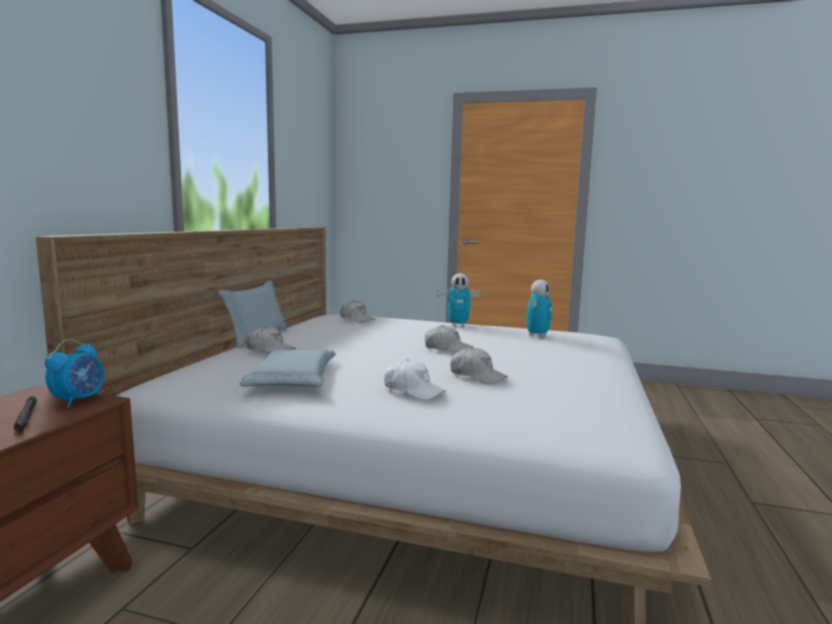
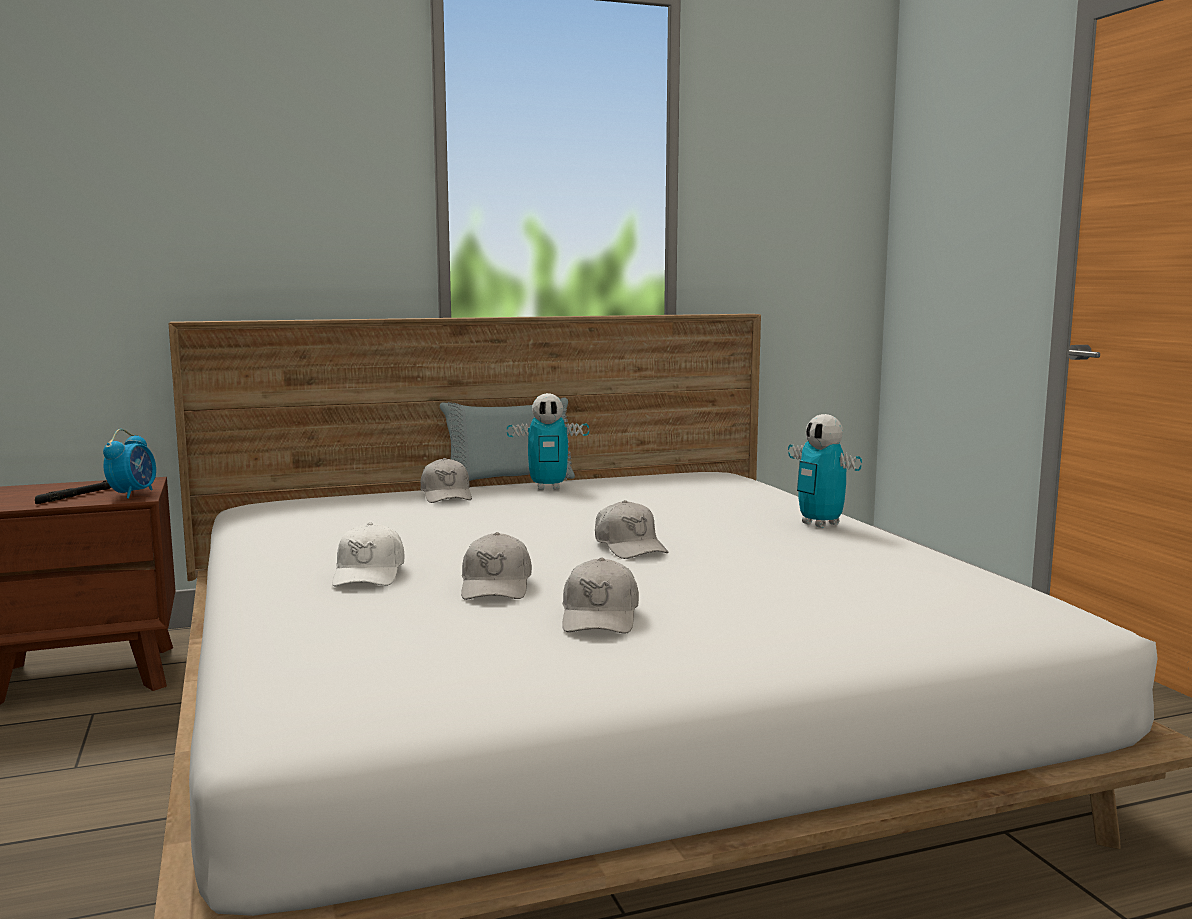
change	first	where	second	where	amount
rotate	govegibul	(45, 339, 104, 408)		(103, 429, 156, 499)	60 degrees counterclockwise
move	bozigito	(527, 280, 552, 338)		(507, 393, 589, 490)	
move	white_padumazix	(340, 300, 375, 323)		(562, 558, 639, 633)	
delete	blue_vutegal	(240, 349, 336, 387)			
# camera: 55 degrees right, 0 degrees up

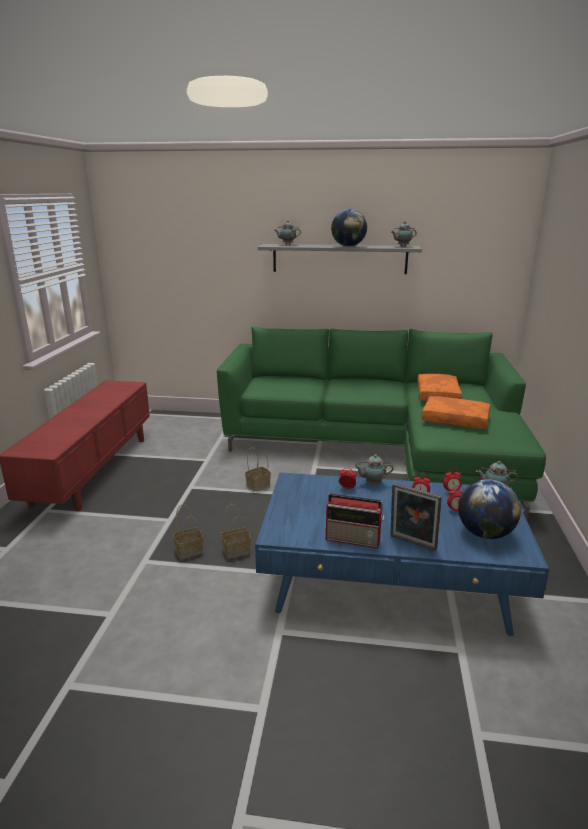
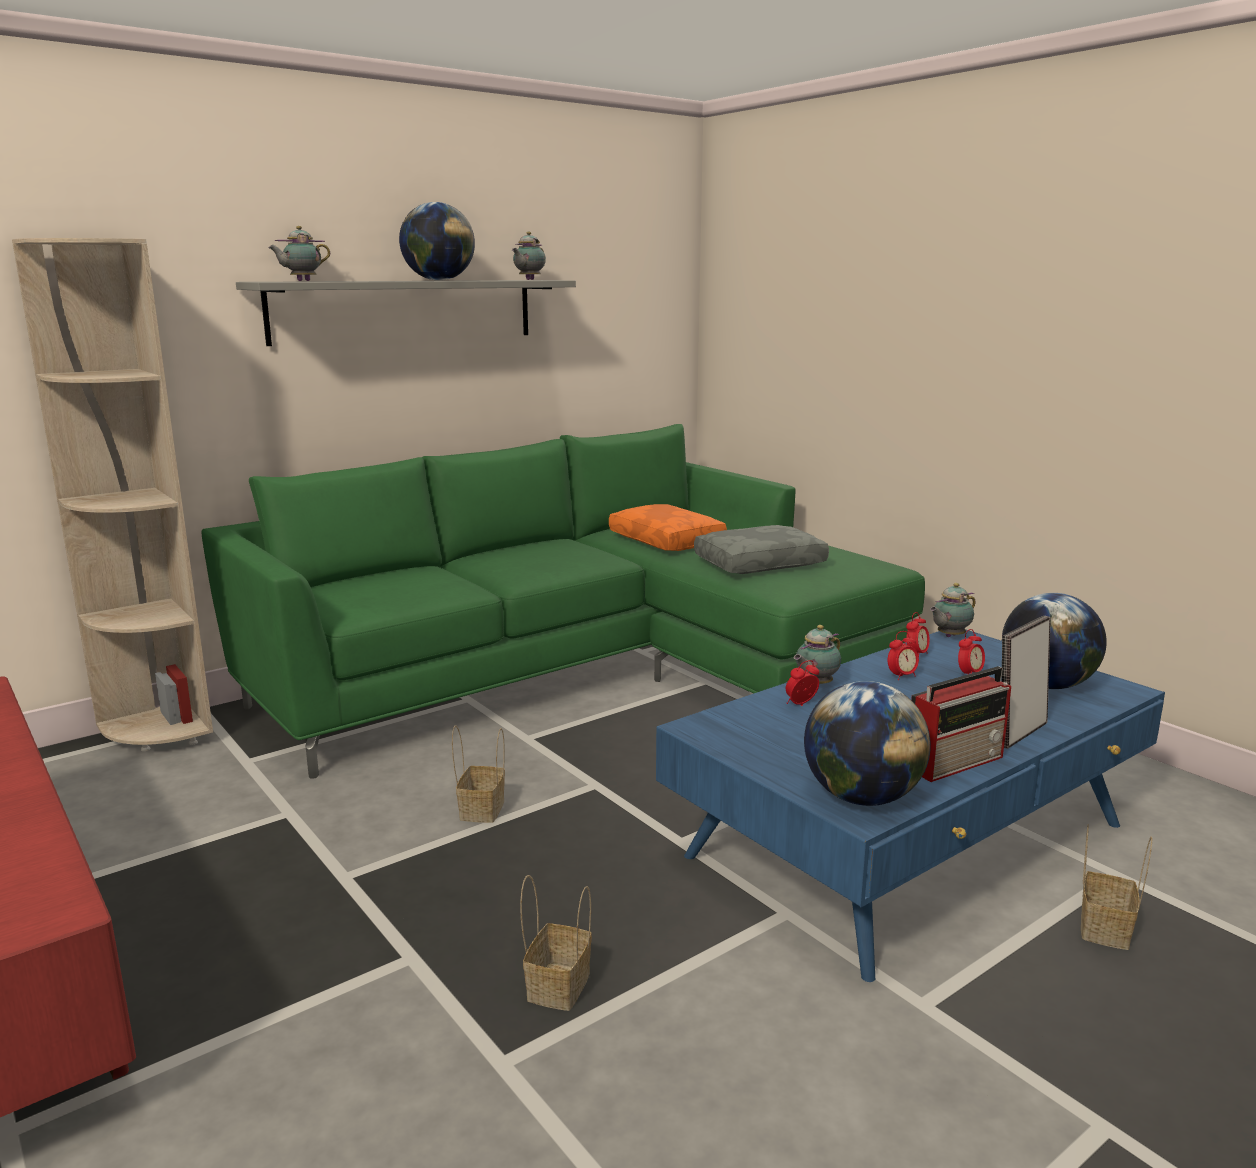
change	first	where	second	where	amount
insert			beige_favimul	(12, 238, 213, 751)	
recolor	orange_vutegal	(421, 396, 490, 429)	grey_vutegal	(694, 525, 829, 574)	
insert			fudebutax	(804, 681, 931, 806)	
rotate	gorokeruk	(390, 483, 442, 551)		(1002, 616, 1051, 749)	150 degrees clockwise
move	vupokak	(221, 504, 251, 559)		(1081, 824, 1152, 950)	
# camera: 45 degrees left, 5 degrees down

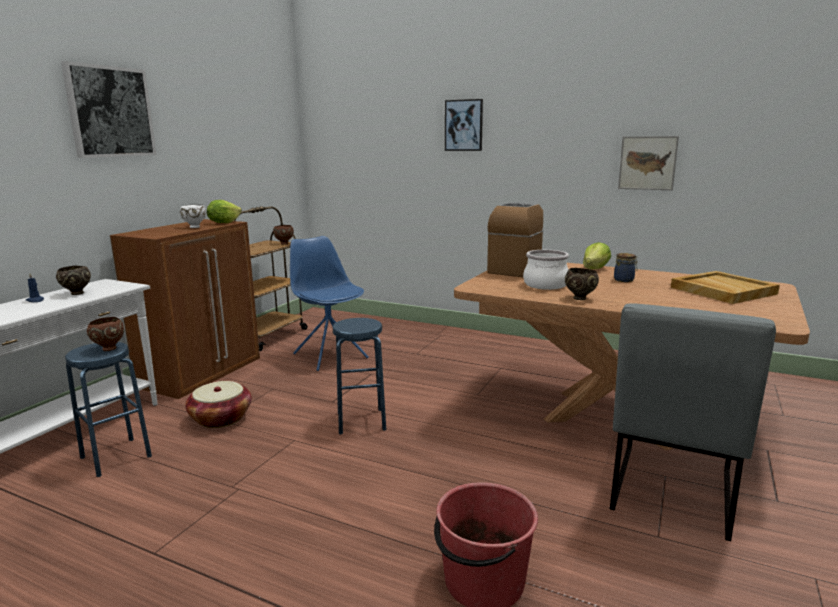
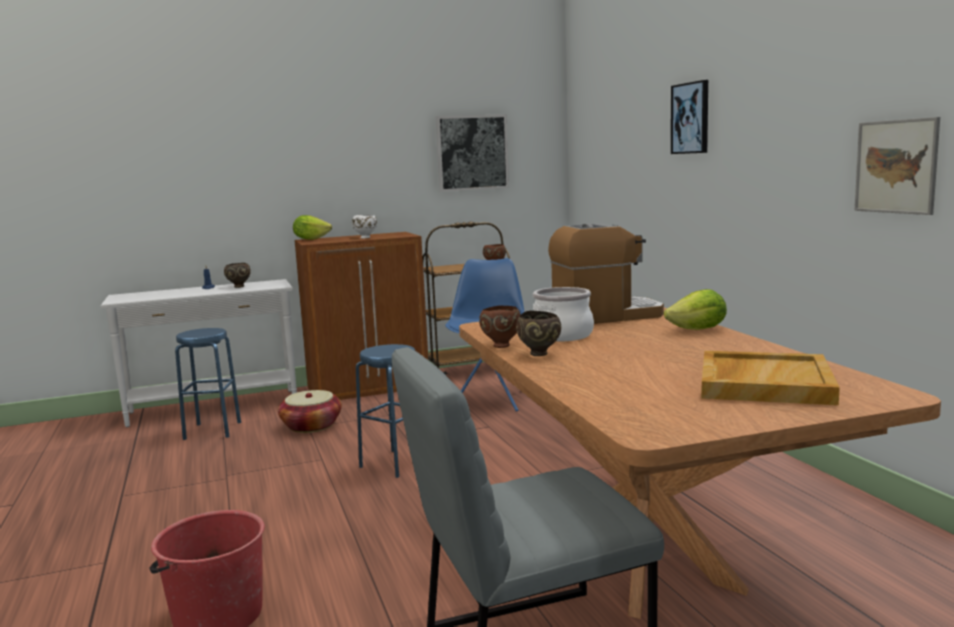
change	first	where	second	where	amount
move	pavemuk	(207, 200, 242, 223)		(293, 215, 332, 240)	
move	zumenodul	(61, 61, 157, 158)		(435, 114, 509, 192)	
move	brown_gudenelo	(87, 317, 124, 351)		(479, 306, 521, 348)	
delete	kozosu	(614, 253, 638, 282)			
# camera: 45 degrees right, 5 degrees down

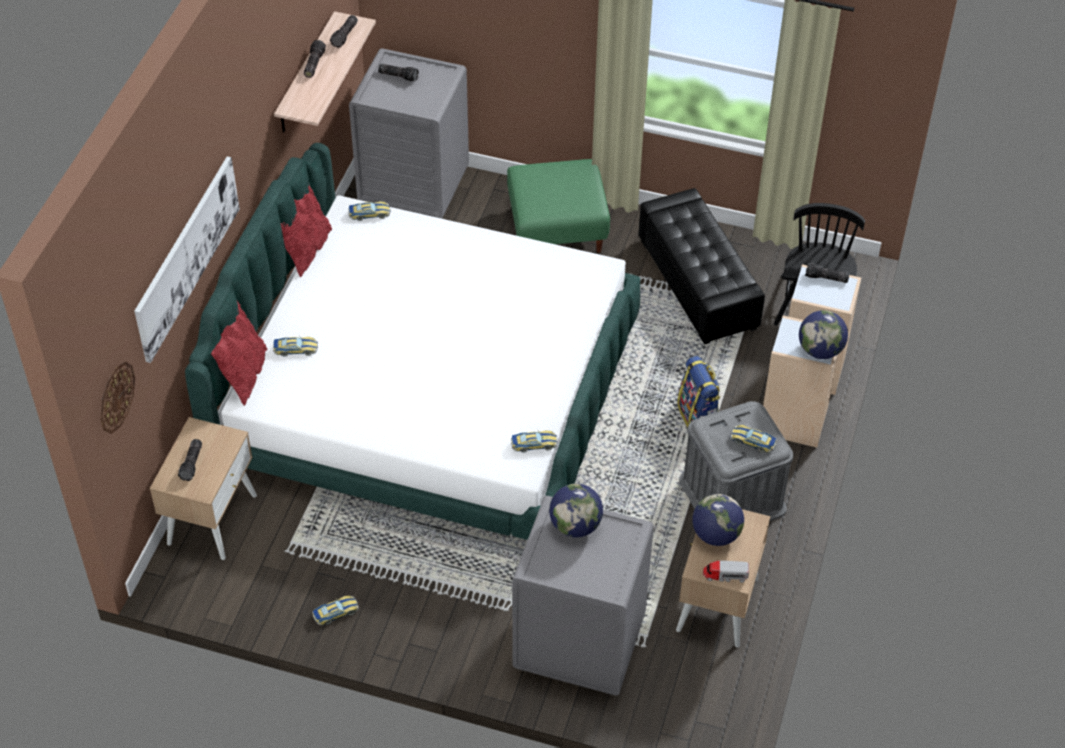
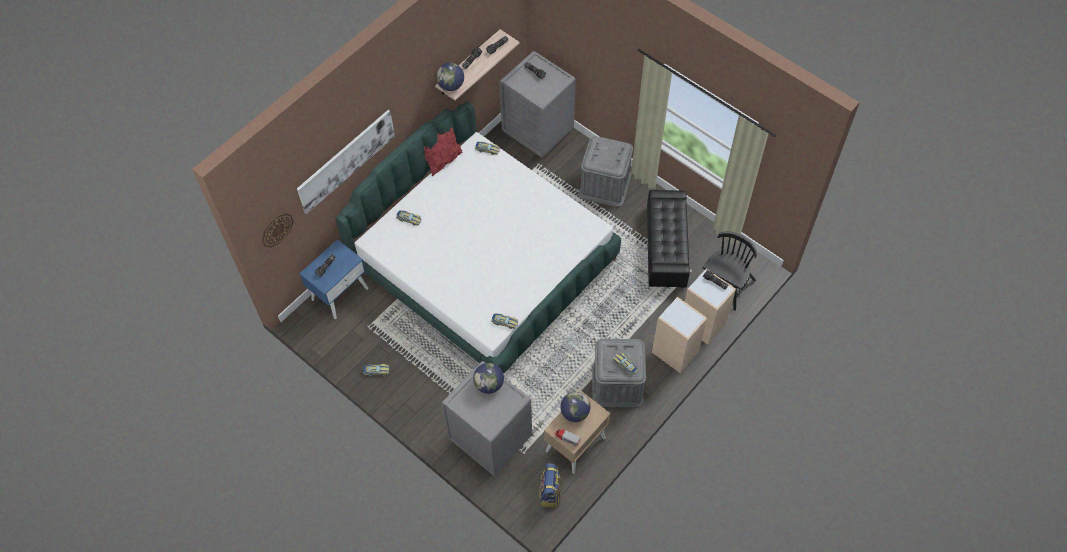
change	first	where	second	where	amount
recolor	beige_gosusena	(150, 417, 257, 560)	blue_gosusena	(299, 239, 369, 319)	
move	fudebutax	(799, 310, 848, 359)		(436, 63, 464, 91)	
move	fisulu	(677, 356, 721, 428)		(539, 463, 562, 508)	
replace	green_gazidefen	(507, 159, 610, 253)	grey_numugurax	(579, 136, 633, 207)	
delete	red_vutegal	(211, 301, 267, 406)			
# camera: 25 degrees right, 10 degrees up

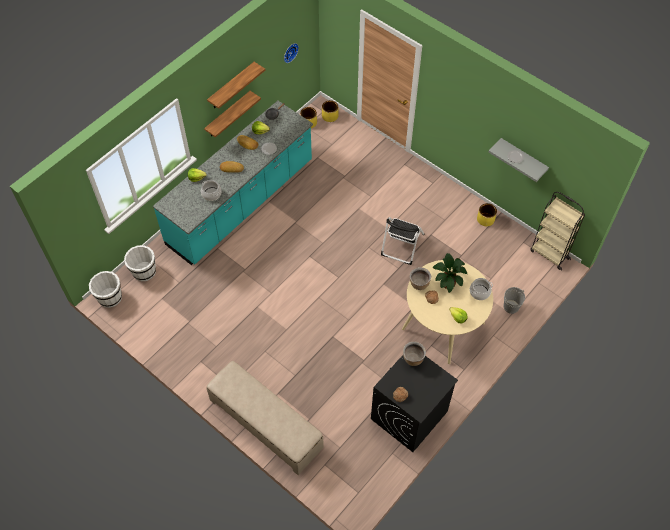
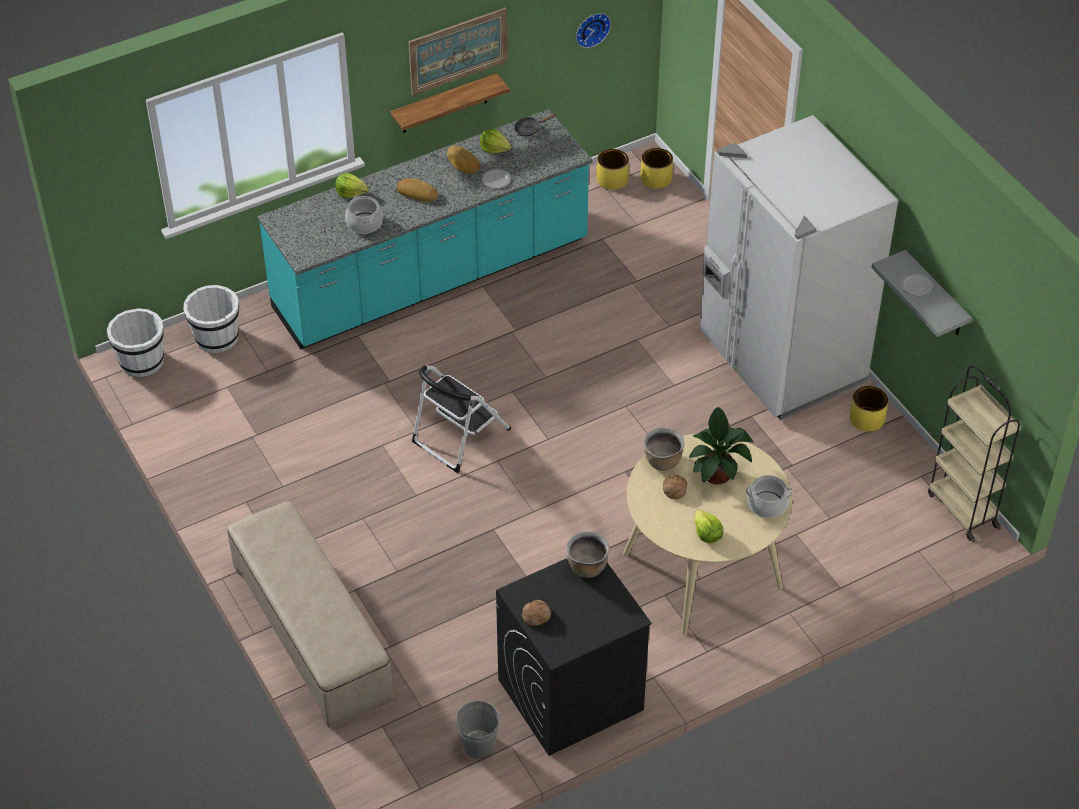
change	first	where	second	where	amount
replace	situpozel	(207, 62, 265, 109)	zumenodul	(408, 8, 508, 96)	
move	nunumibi	(381, 217, 425, 265)		(412, 365, 511, 473)	
move	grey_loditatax	(504, 287, 525, 314)		(452, 700, 502, 758)	
insert			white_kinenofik	(700, 115, 898, 421)	
# camera: 20 degrees right, 10 degrees down

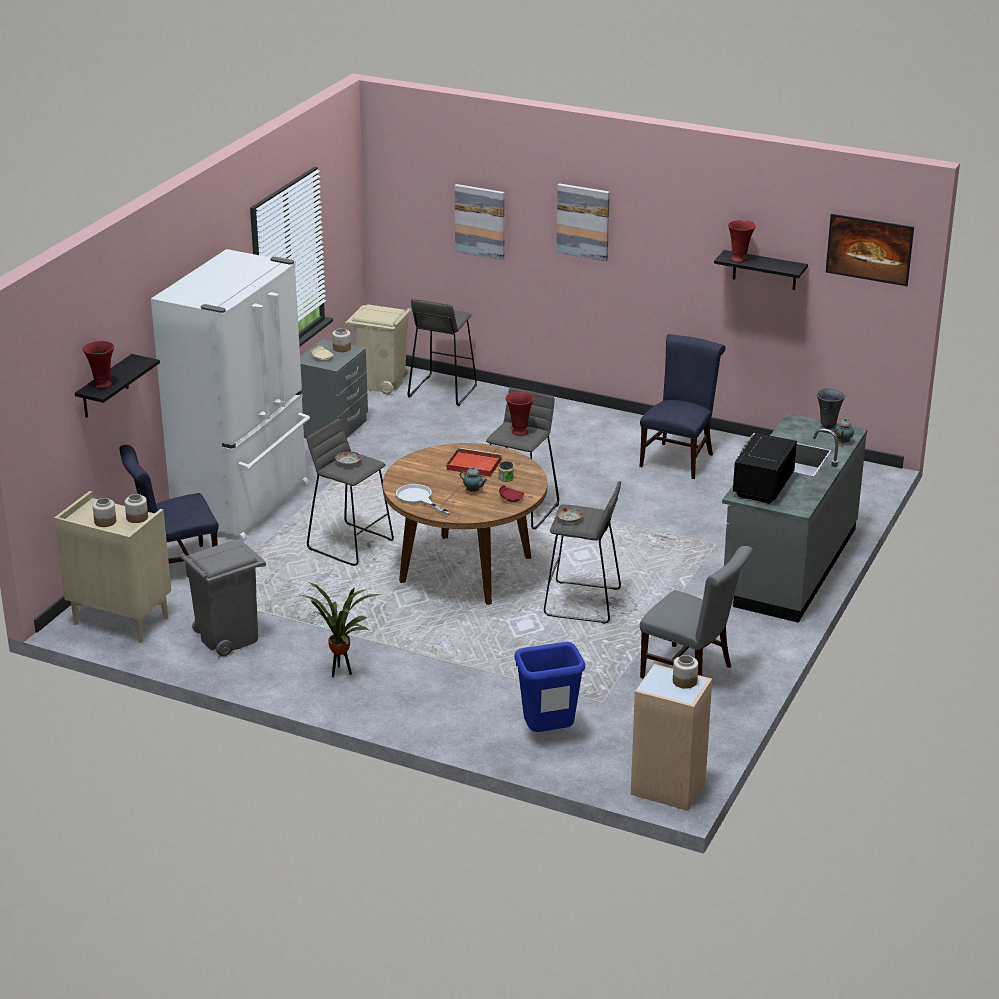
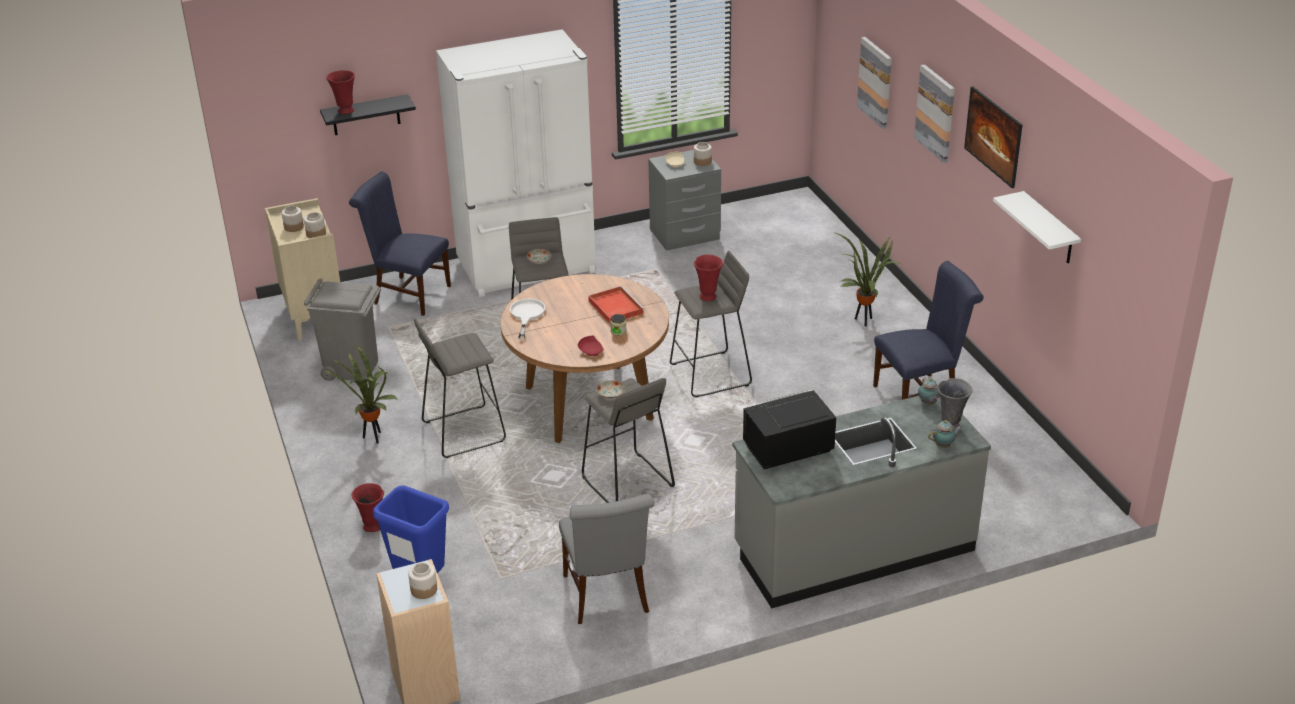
change	first	where	second	where	amount
move	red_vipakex	(728, 220, 756, 262)		(352, 483, 384, 532)	
move	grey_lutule	(408, 299, 477, 406)		(414, 318, 506, 458)	
insert			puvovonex	(833, 232, 901, 327)	
move	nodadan	(460, 467, 488, 492)		(918, 377, 940, 405)	
move	zumenodul	(826, 214, 914, 286)		(964, 86, 1022, 188)	
recolor	black_situpozel	(714, 250, 808, 290)	white_situpozel	(993, 191, 1081, 263)	
delete	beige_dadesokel	(345, 304, 411, 395)			
# camera: 45 degrees right, 5 degrees up

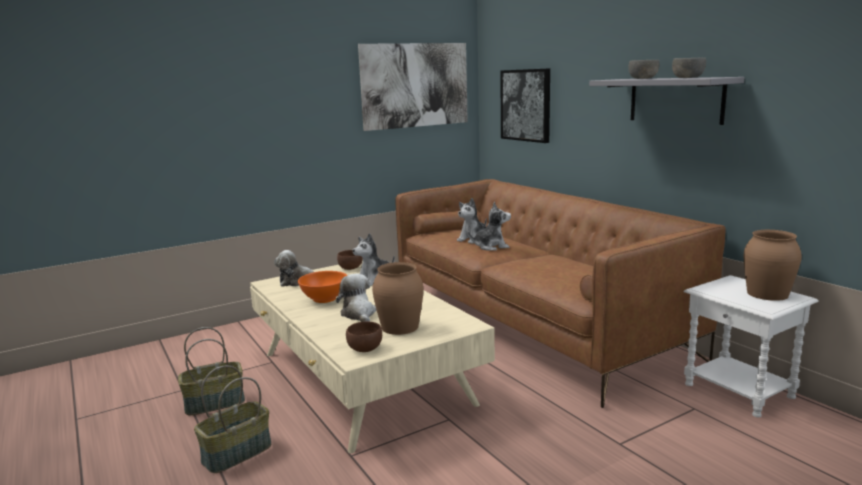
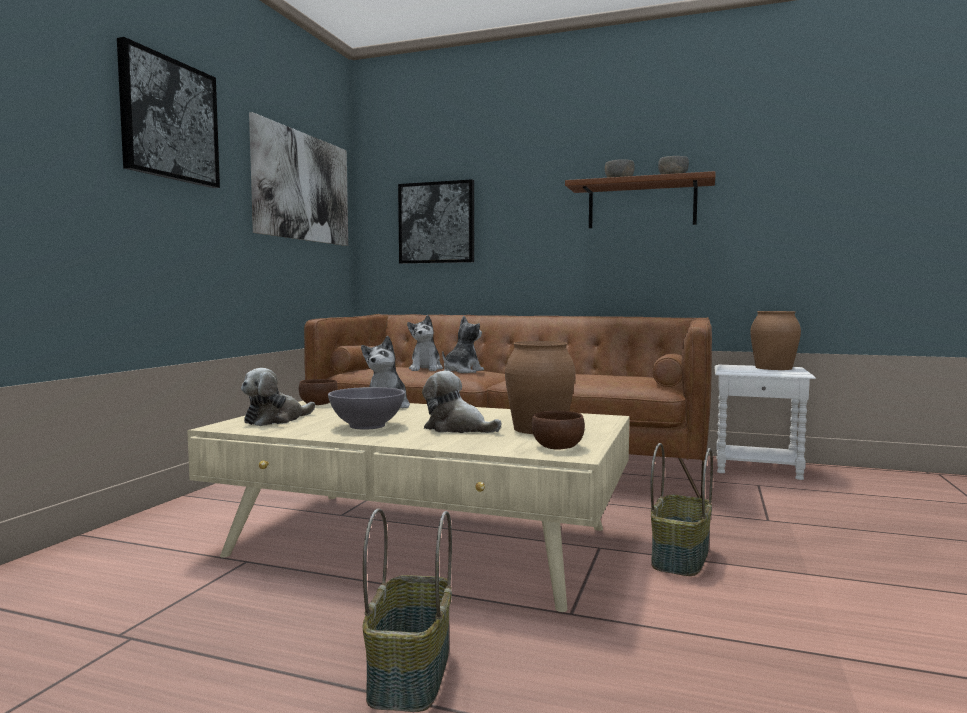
change	first	where	second	where	amount
insert			zumenodul	(117, 37, 220, 188)	
recolor	orange_gudenelo	(298, 271, 347, 303)	grey_gudenelo	(328, 387, 405, 429)	
recolor	grey_situpozel	(589, 77, 744, 125)	brown_situpozel	(565, 171, 716, 228)	
move	vupokak	(178, 327, 245, 415)		(651, 443, 713, 576)	
# camera: 40 degrees left, 10 degrees down

